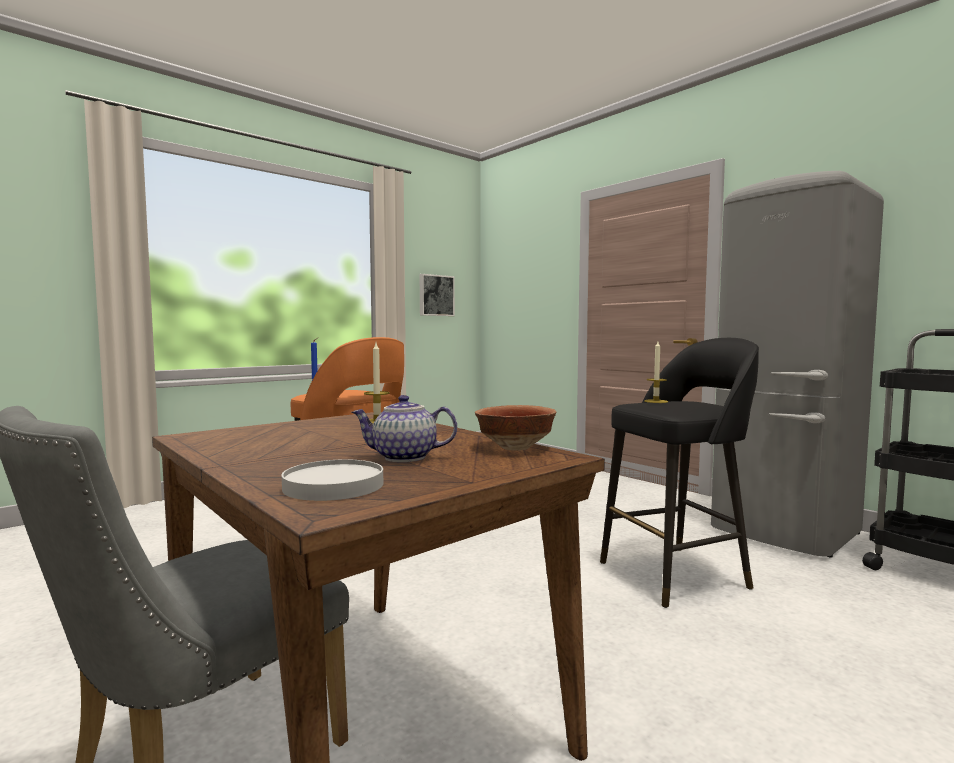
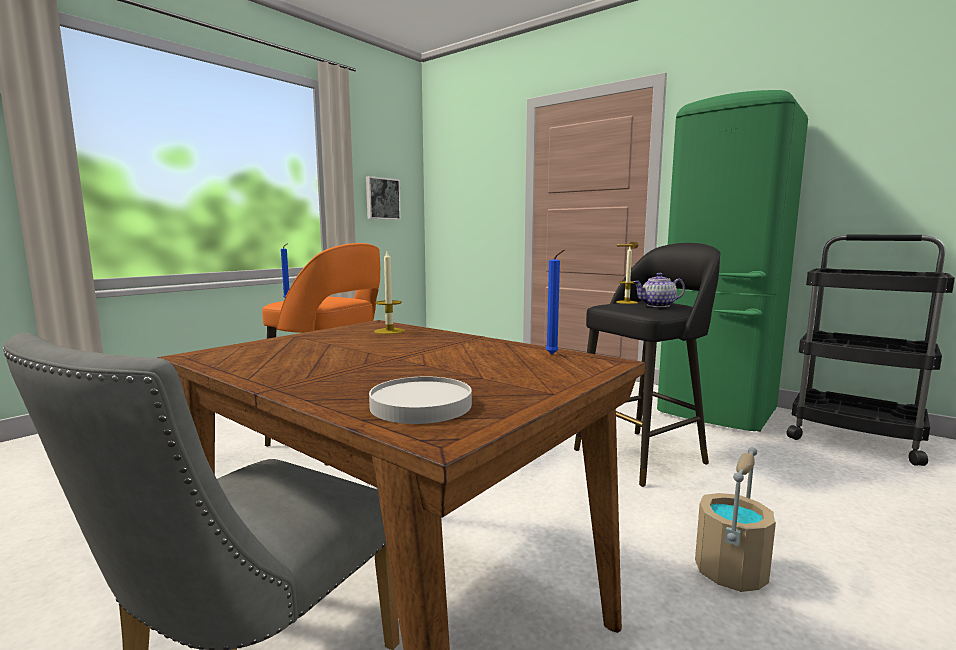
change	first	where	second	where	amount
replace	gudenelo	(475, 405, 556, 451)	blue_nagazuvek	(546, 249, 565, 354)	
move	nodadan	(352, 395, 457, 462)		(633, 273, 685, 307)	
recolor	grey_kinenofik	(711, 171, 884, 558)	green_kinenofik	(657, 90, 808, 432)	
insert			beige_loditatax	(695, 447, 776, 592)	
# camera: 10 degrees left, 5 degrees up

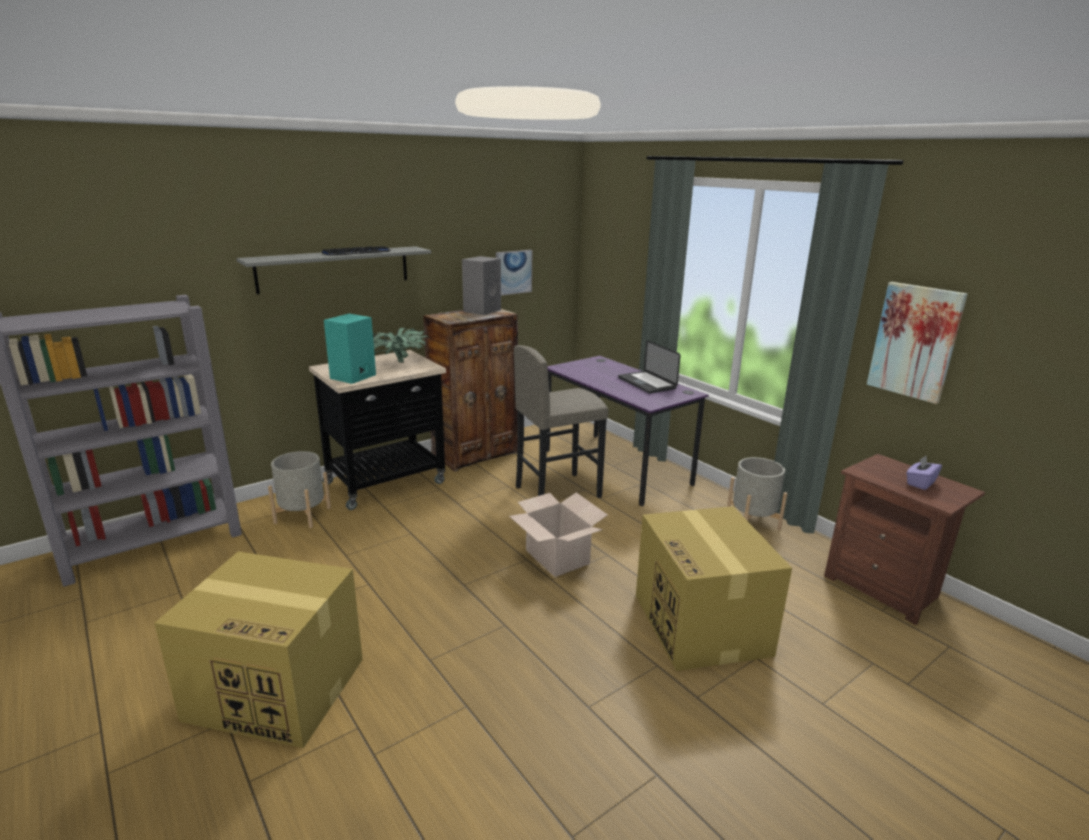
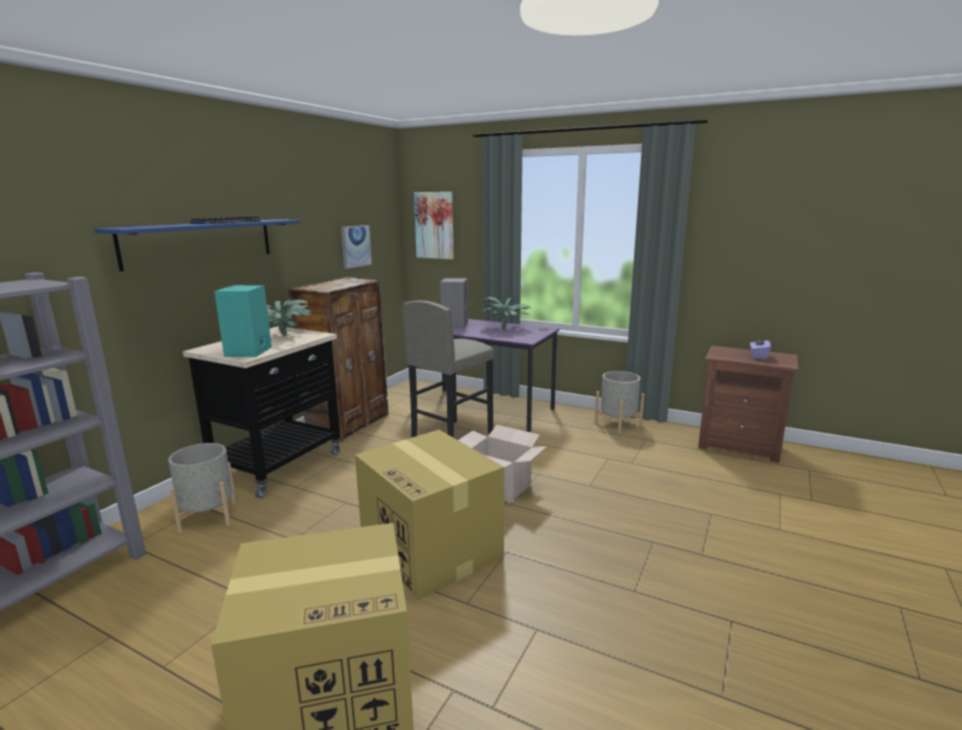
change	first	where	second	where	amount
recolor	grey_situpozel	(236, 246, 431, 295)	blue_situpozel	(94, 219, 300, 272)	
move	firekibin	(636, 506, 792, 671)		(355, 430, 504, 600)	
move	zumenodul	(867, 282, 967, 404)		(414, 192, 454, 259)	
move	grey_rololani	(462, 256, 501, 315)		(440, 278, 468, 328)	
replace	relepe	(618, 340, 681, 394)	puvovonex	(480, 297, 531, 328)	
# camera: 25 degrees left, 5 degrees down

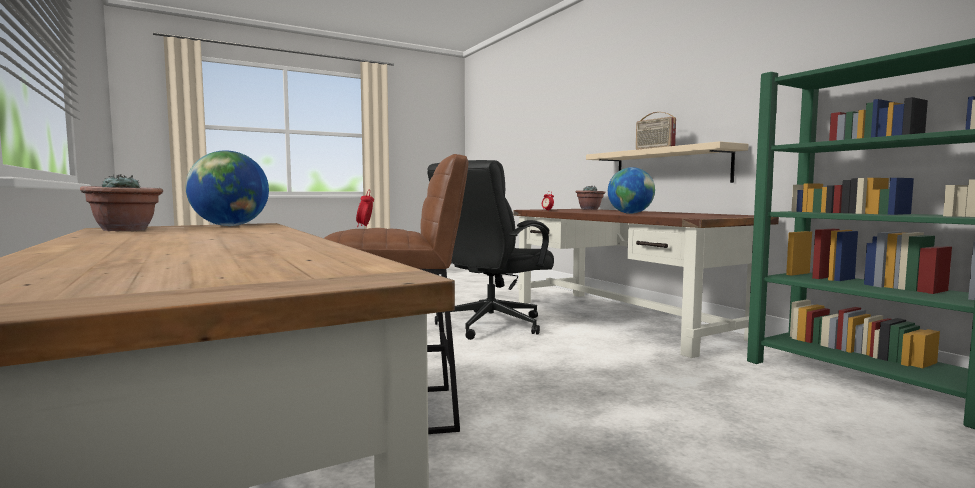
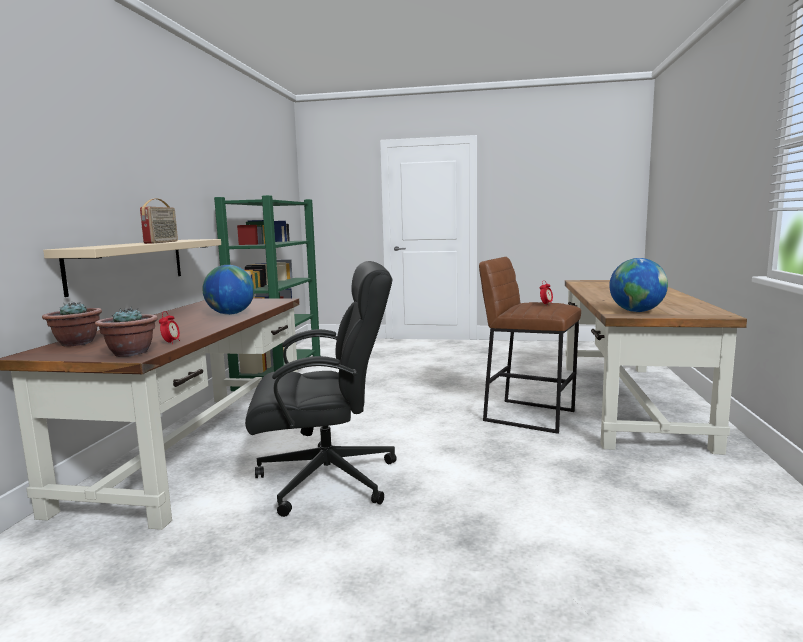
change	first	where	second	where	amount
move	puvovonex	(80, 174, 163, 231)		(95, 307, 158, 357)	
# camera: 140 degrees left, 5 degrees up

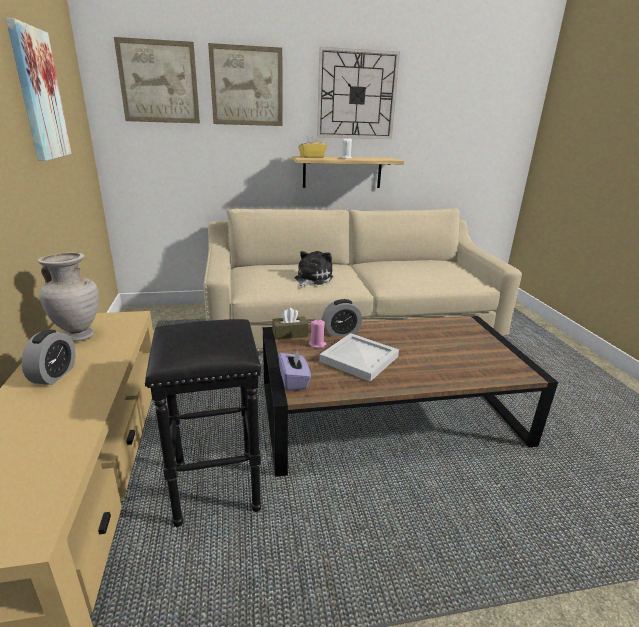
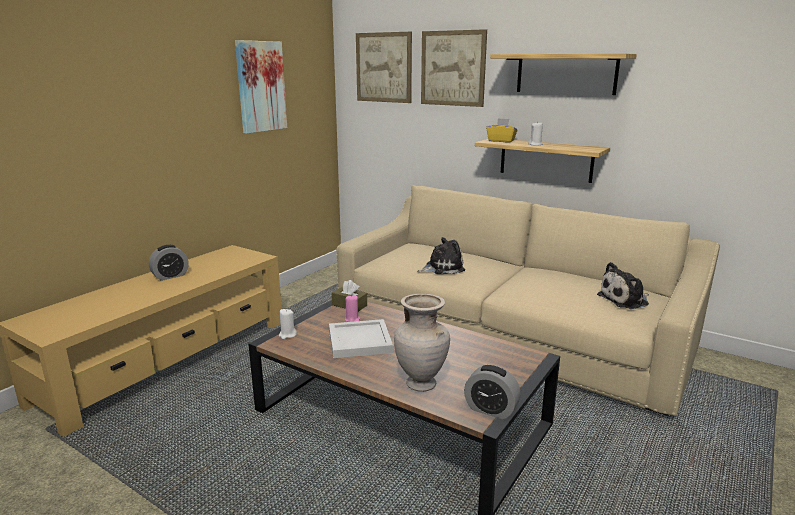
change	first	where	second	where	amount
replace	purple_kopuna	(278, 349, 311, 391)	white_nagazuvek	(279, 309, 297, 339)	
move	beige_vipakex	(37, 252, 99, 342)		(394, 294, 450, 392)	
move	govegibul	(322, 299, 362, 336)		(464, 365, 521, 420)	
replace	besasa	(317, 47, 400, 139)	situpozel	(490, 53, 637, 95)	
insert			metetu	(597, 262, 649, 309)	
delete	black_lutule	(145, 319, 261, 527)			
# camera: 45 degrees right, 5 degrees down

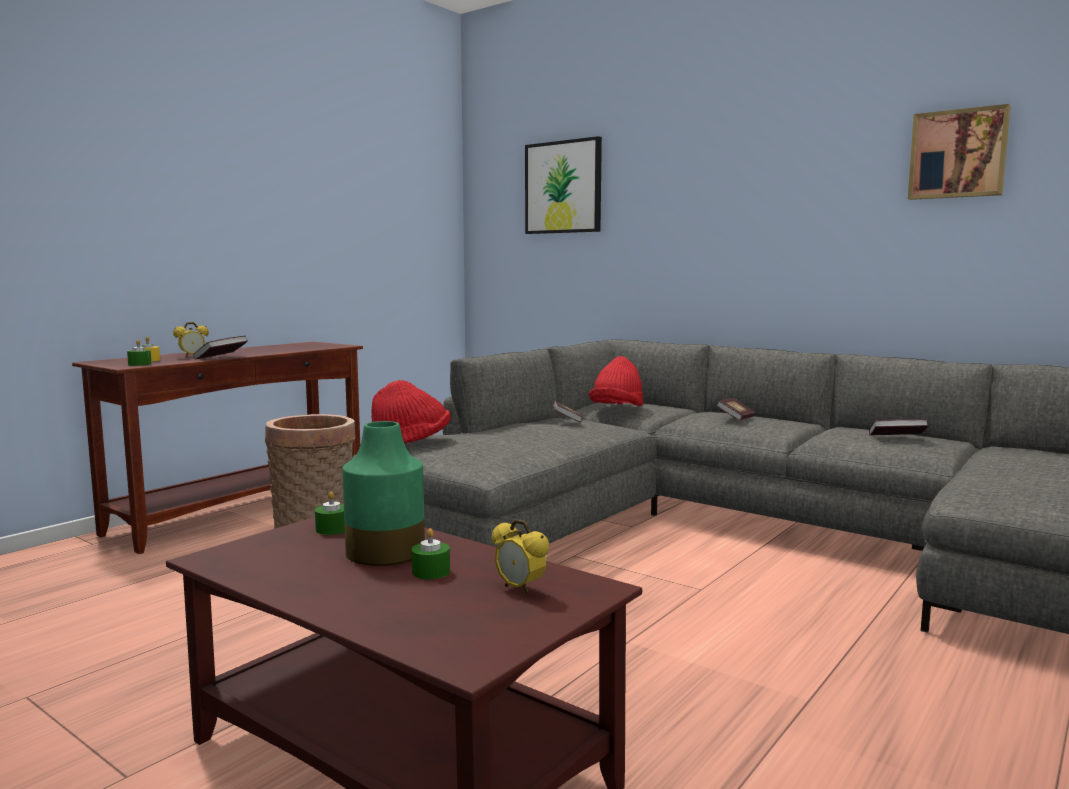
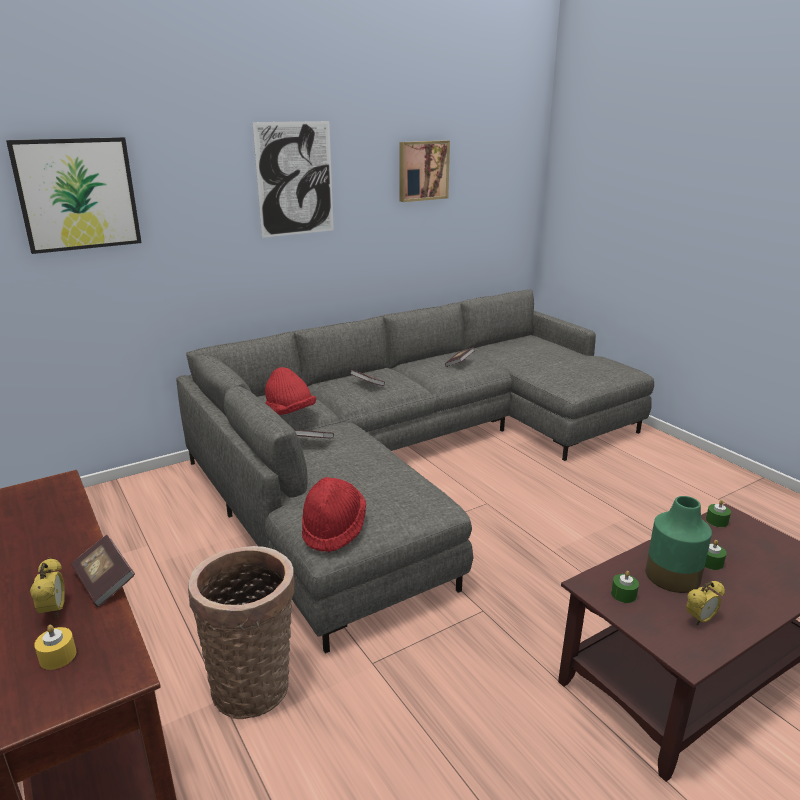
change	first	where	second	where	amount
insert			zumenodul	(252, 121, 334, 238)	
move	govegibul	(492, 519, 549, 595)		(686, 581, 725, 625)	
move	green_nagazuvek	(127, 339, 151, 366)		(706, 500, 731, 527)	
# camera: 70 degrees left, 15 degrees up

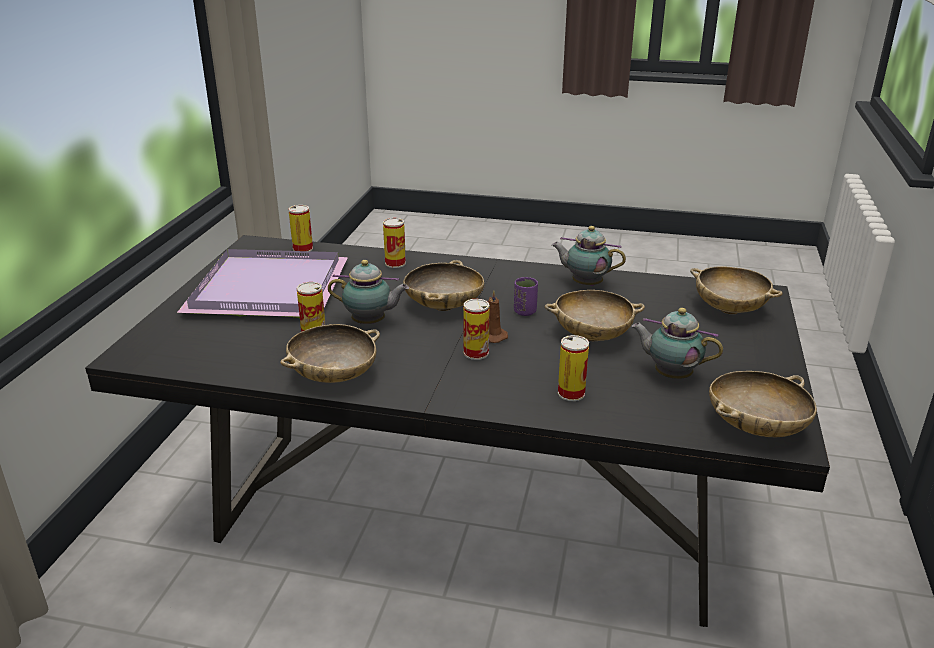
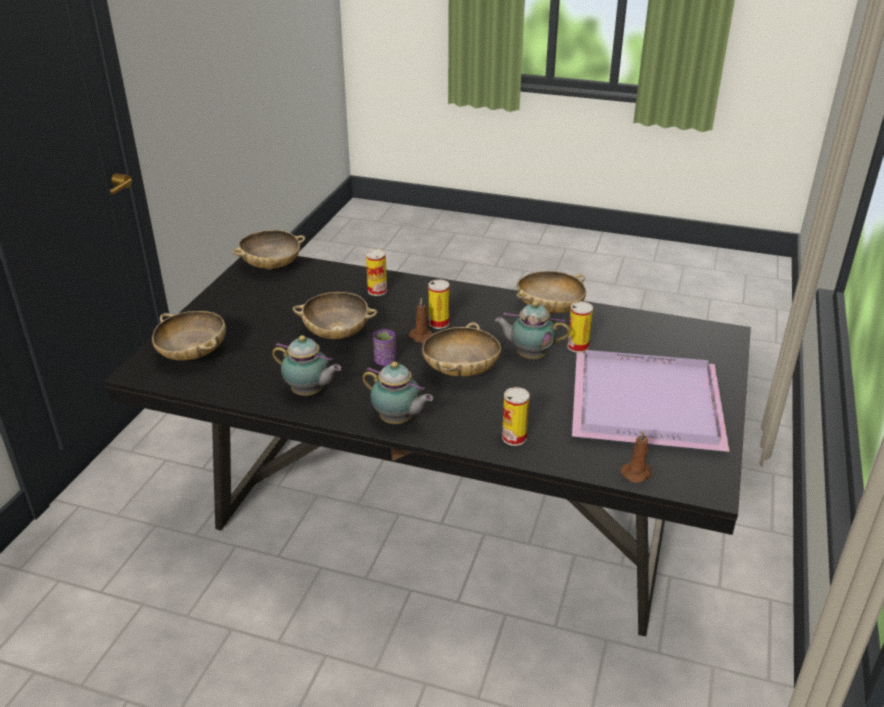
change	first	where	second	where	amount
move	nodadan	(631, 308, 723, 379)		(362, 362, 433, 424)	
replace	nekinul	(288, 205, 313, 251)	brown_nagazuvek	(621, 430, 652, 483)	
# camera: 175 degrees left, 5 degrees up

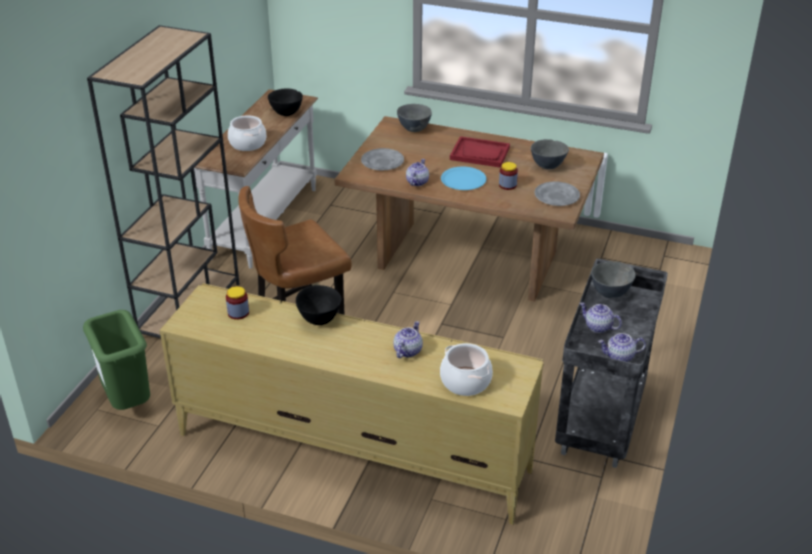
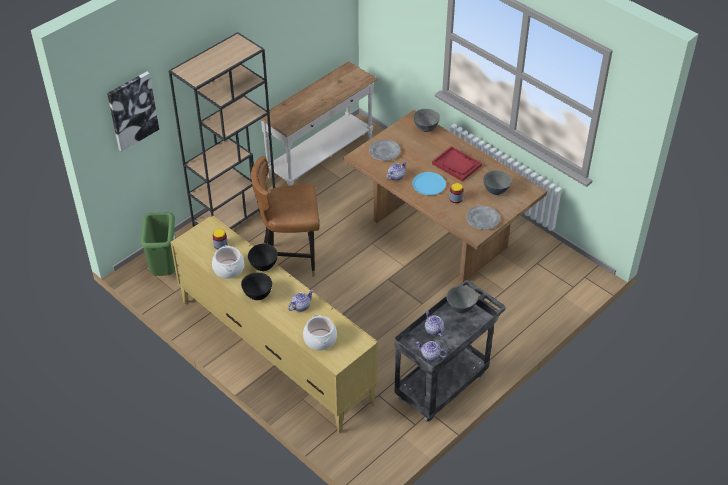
change	first	where	second	where	amount
insert			zumenodul	(107, 72, 159, 152)	
move	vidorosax	(228, 115, 266, 151)		(212, 245, 244, 279)	
move	black_gudenelo	(268, 88, 303, 116)		(241, 273, 272, 300)	
# camera: 25 degrees right, 10 degrees up

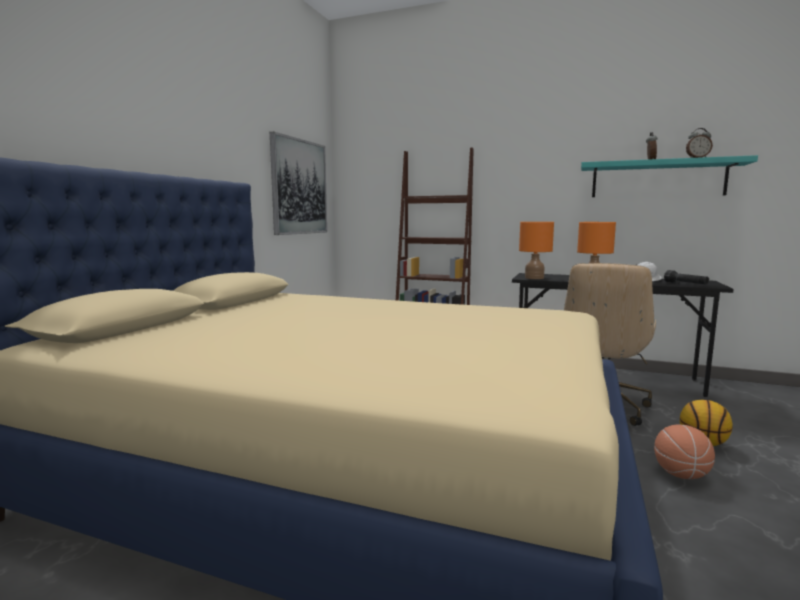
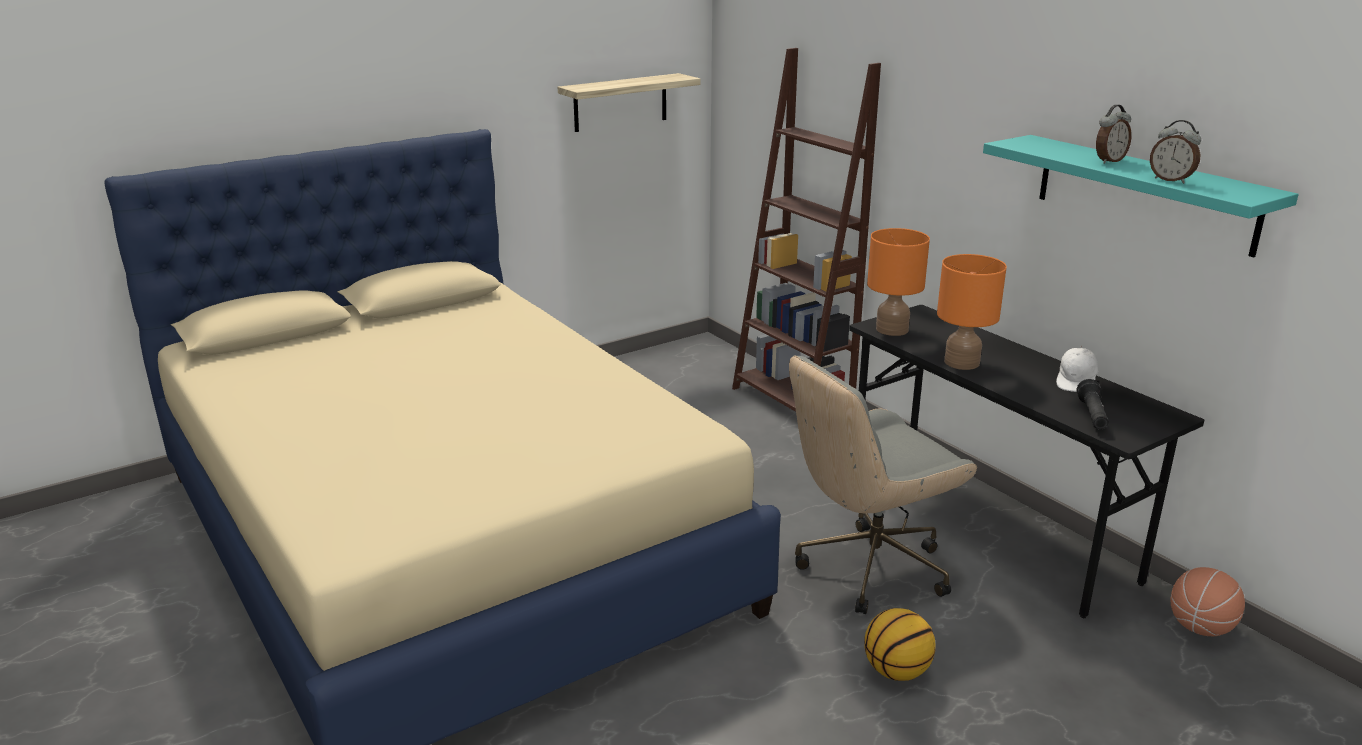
change	first	where	second	where	amount
replace	zumenodul	(270, 132, 327, 235)	situpozel	(558, 73, 700, 132)	
move	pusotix	(654, 424, 715, 479)		(1170, 567, 1245, 636)	
# camera: 35 degrees right, 15 degrees up

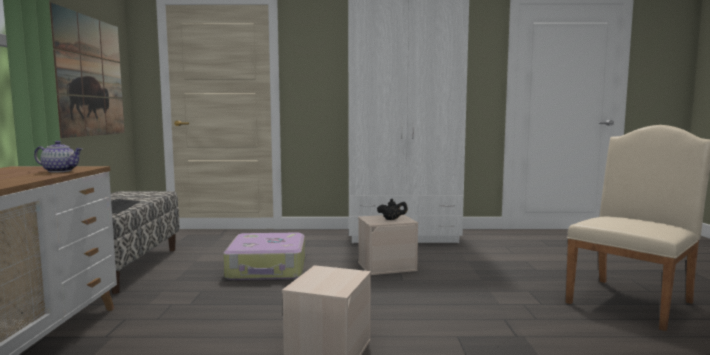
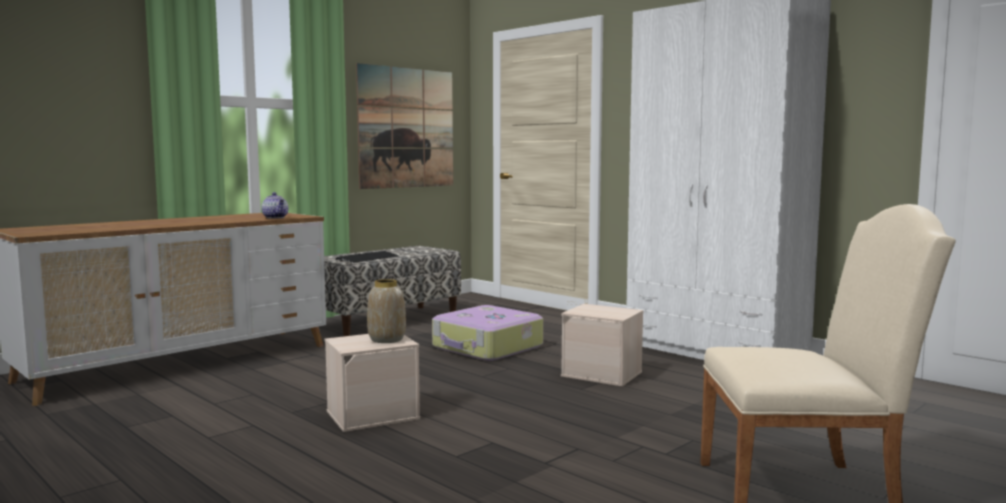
change	first	where	second	where	amount
insert			vipakex	(367, 279, 406, 343)	
delete	black_nodadan	(377, 199, 408, 220)			
# camera: 45 degrees right, 0 degrees up

